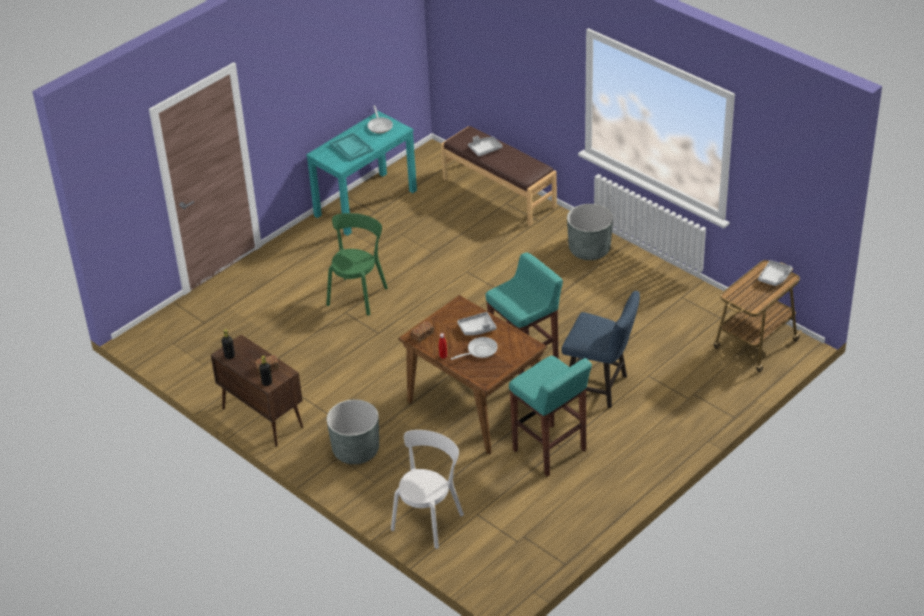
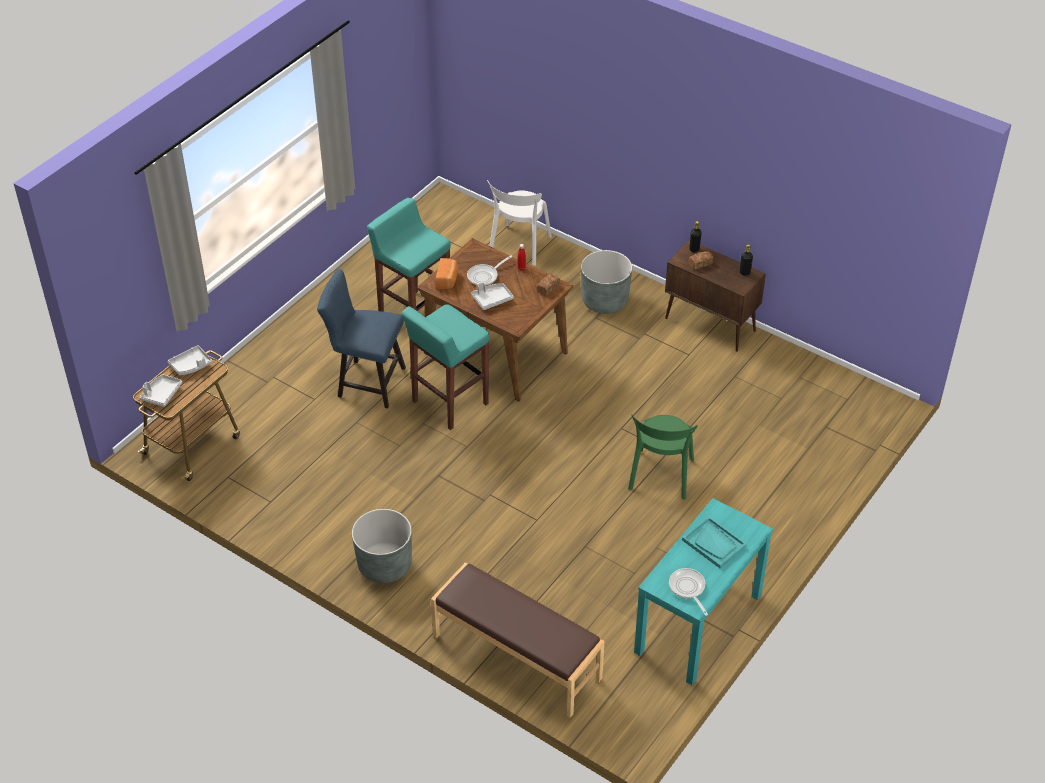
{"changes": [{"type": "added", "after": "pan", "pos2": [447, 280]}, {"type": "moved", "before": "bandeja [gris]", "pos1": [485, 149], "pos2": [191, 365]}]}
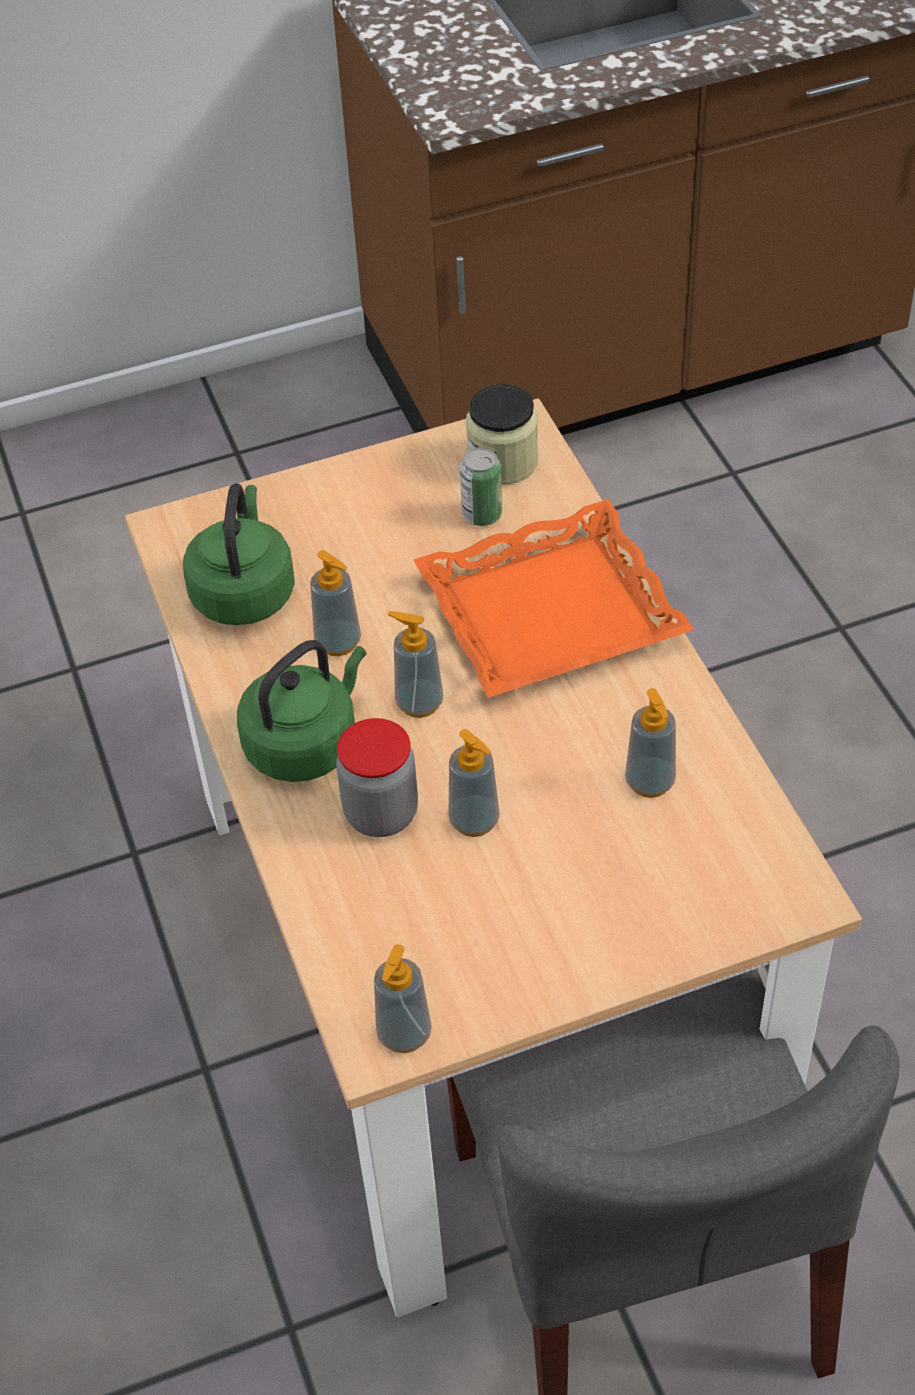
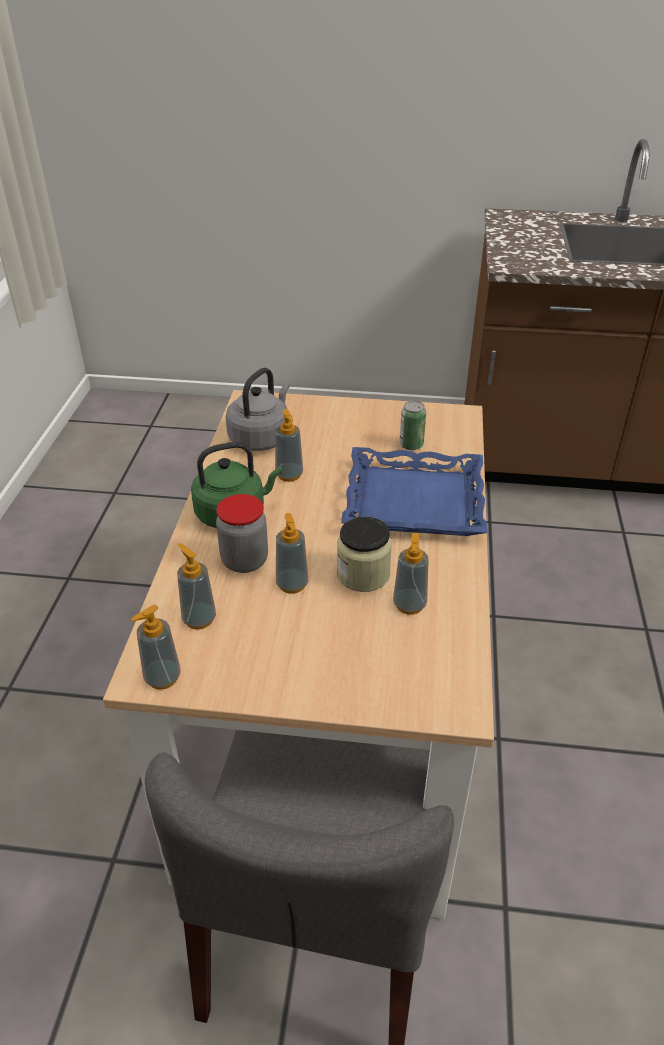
{"changes": [{"type": "moved", "before": "dispensador de jabón", "pos1": [419, 703], "pos2": [199, 619]}, {"type": "moved", "before": "tarro", "pos1": [503, 462], "pos2": [363, 574]}, {"type": "recoloured", "before": "hervidor [verde]", "after": "hervidor [gris]", "pos1": [244, 592], "pos2": [261, 438]}, {"type": "recoloured", "before": "bandeja [naranja]", "after": "bandeja [azul]", "pos1": [550, 612], "pos2": [414, 500]}]}
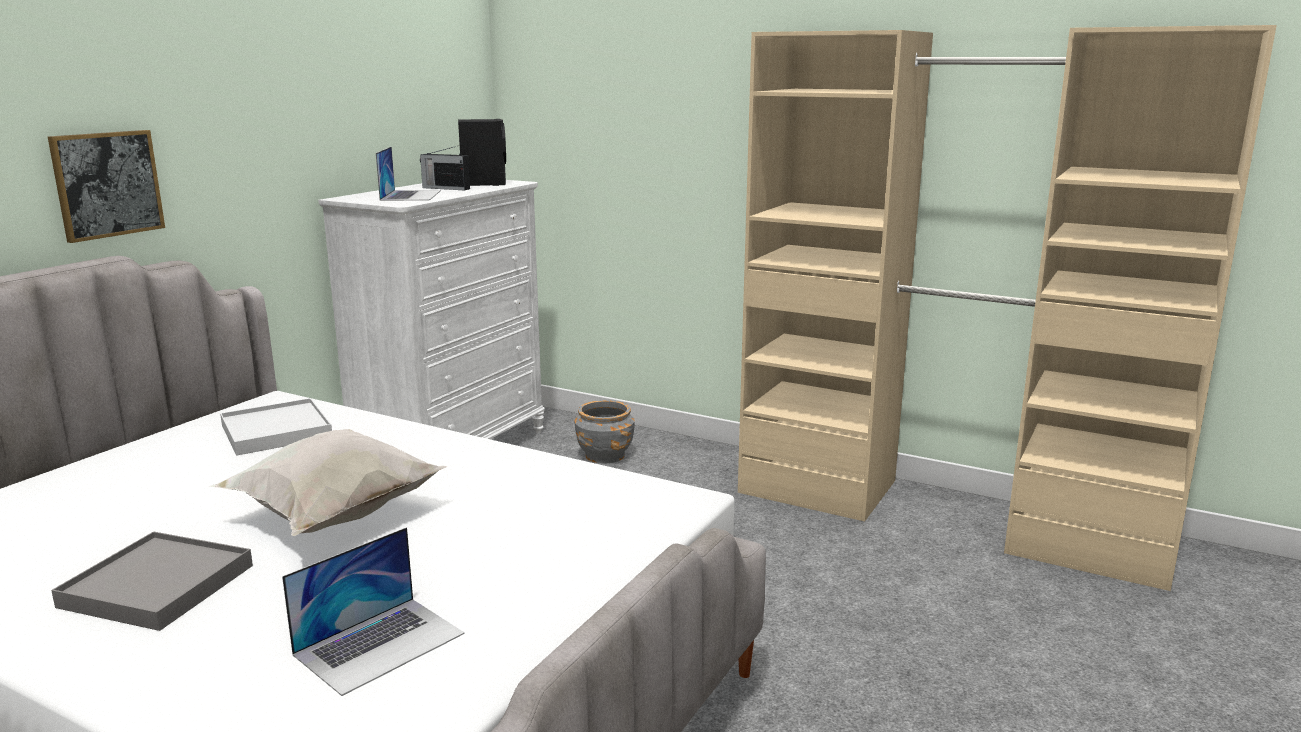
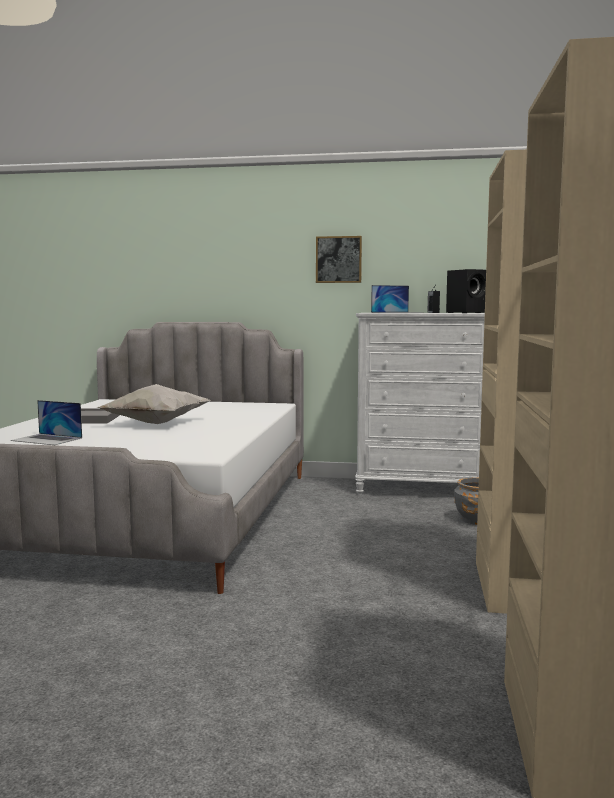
{"changes": [{"type": "removed", "before": "bandeja [blanco]", "pos1": [276, 431]}, {"type": "moved", "before": "cuadro", "pos1": [107, 184], "pos2": [338, 259]}]}
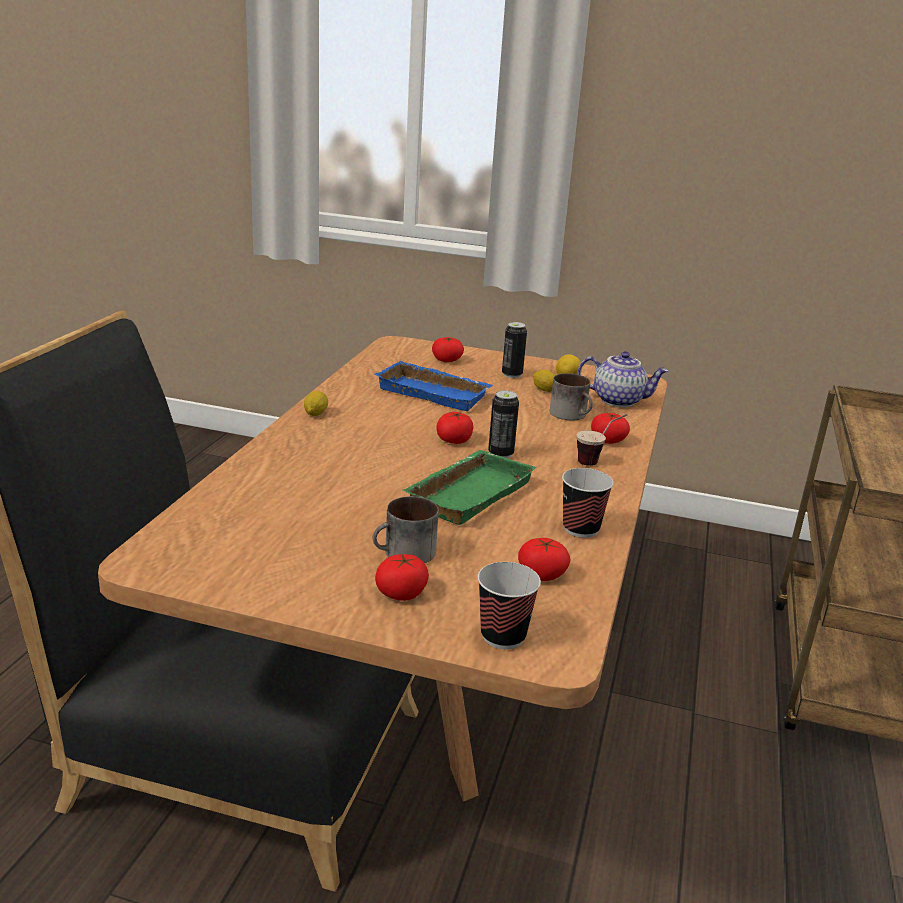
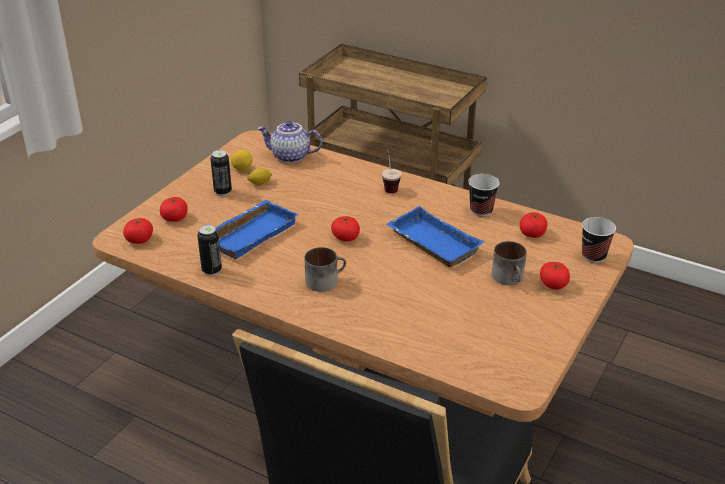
{"changes": [{"type": "removed", "before": "limón", "pos1": [316, 413]}, {"type": "moved", "before": "lata", "pos1": [500, 454], "pos2": [211, 270]}, {"type": "moved", "before": "taza grande", "pos1": [572, 415], "pos2": [325, 280]}, {"type": "moved", "before": "tomate", "pos1": [608, 440], "pos2": [139, 239]}, {"type": "recoloured", "before": "bandeja [verde]", "after": "bandeja [azul]", "pos1": [468, 493], "pos2": [430, 243]}, {"type": "turned", "before": "tetera", "pos1": [618, 400], "pos2": [290, 156], "turn": -105}]}
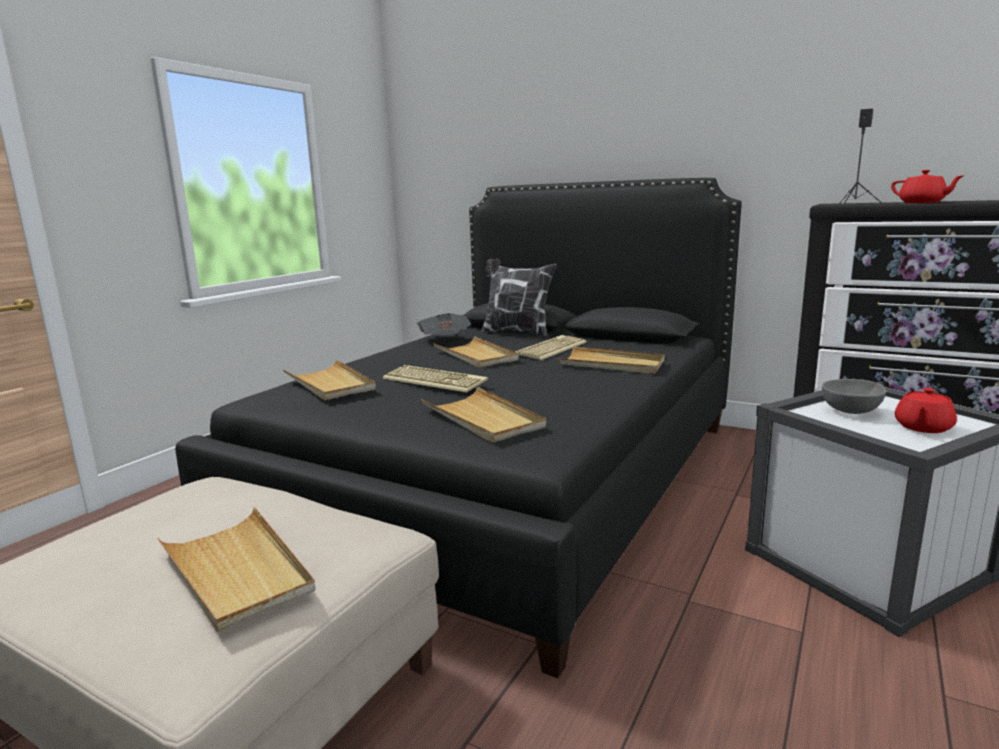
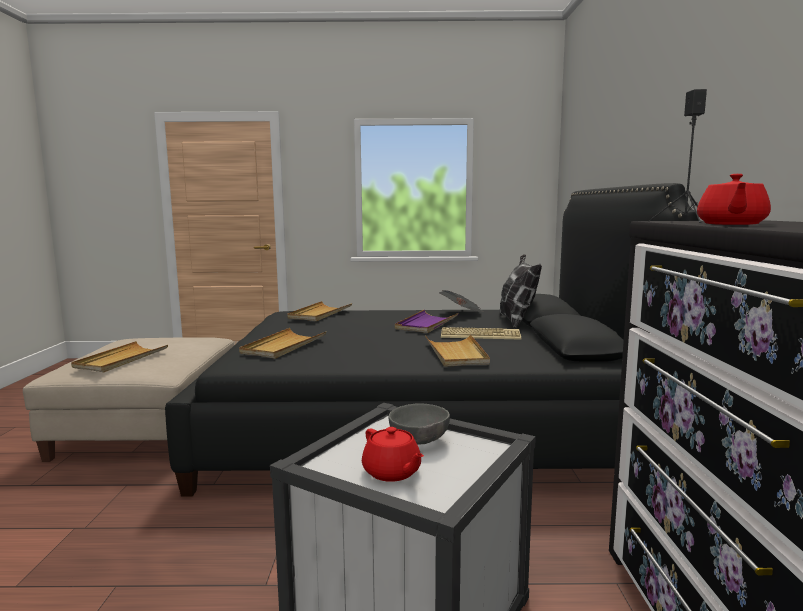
{"changes": [{"type": "removed", "before": "teclado", "pos1": [436, 380]}, {"type": "recoloured", "before": "bandeja [beis]", "after": "bandeja [morado]", "pos1": [475, 355], "pos2": [426, 324]}, {"type": "turned", "before": "tetera [rojo]", "pos1": [922, 427], "pos2": [392, 472], "turn": -135}]}
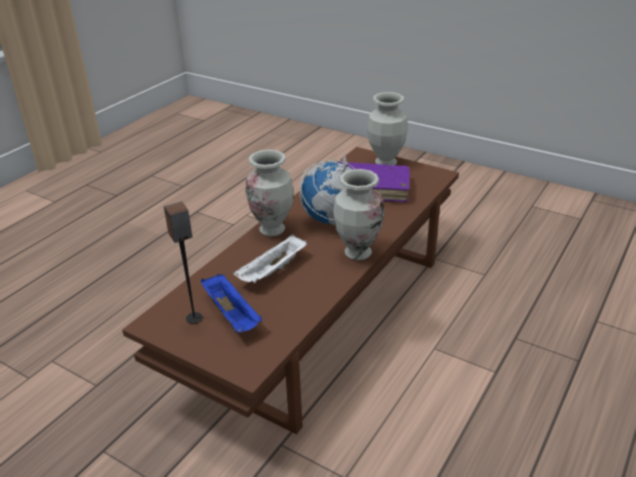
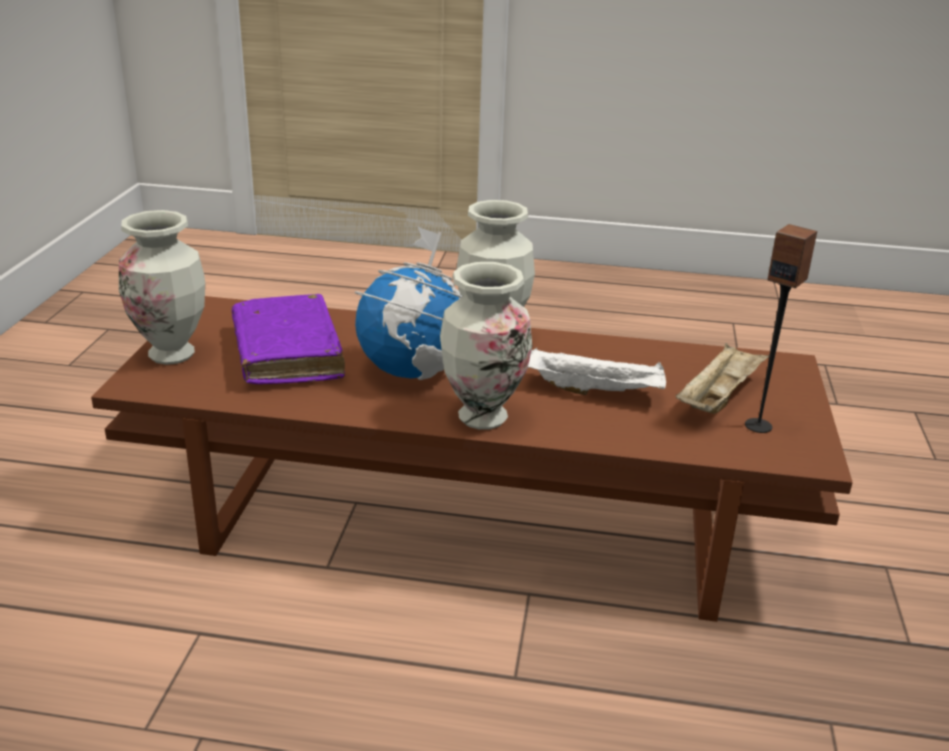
{"changes": [{"type": "recoloured", "before": "bandeja [azul]", "after": "bandeja [beis]", "pos1": [232, 315], "pos2": [718, 398]}]}
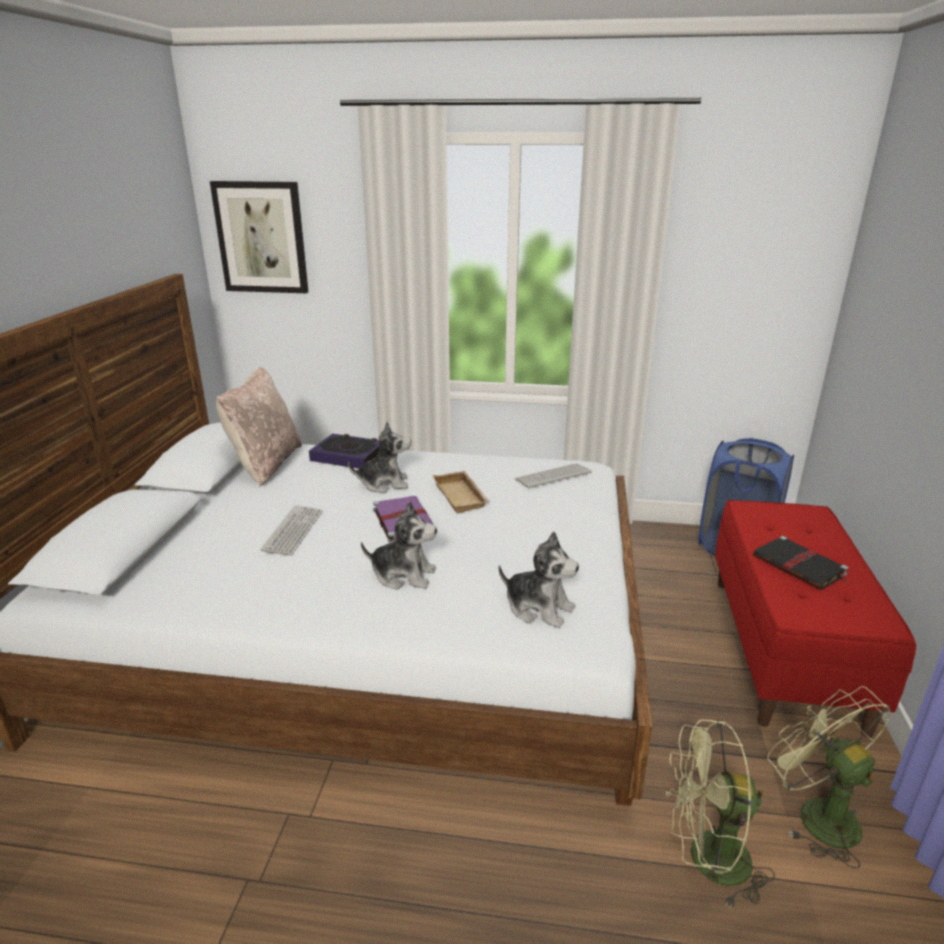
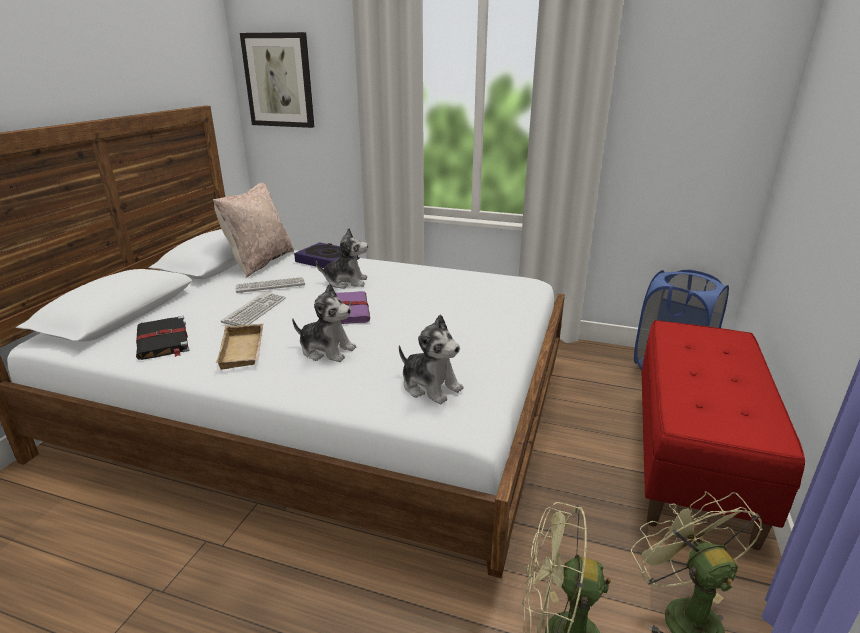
{"changes": [{"type": "moved", "before": "bandeja [beis]", "pos1": [462, 496], "pos2": [244, 351]}, {"type": "moved", "before": "teclado", "pos1": [553, 476], "pos2": [270, 286]}, {"type": "moved", "before": "libro [negro]", "pos1": [800, 566], "pos2": [163, 341]}]}
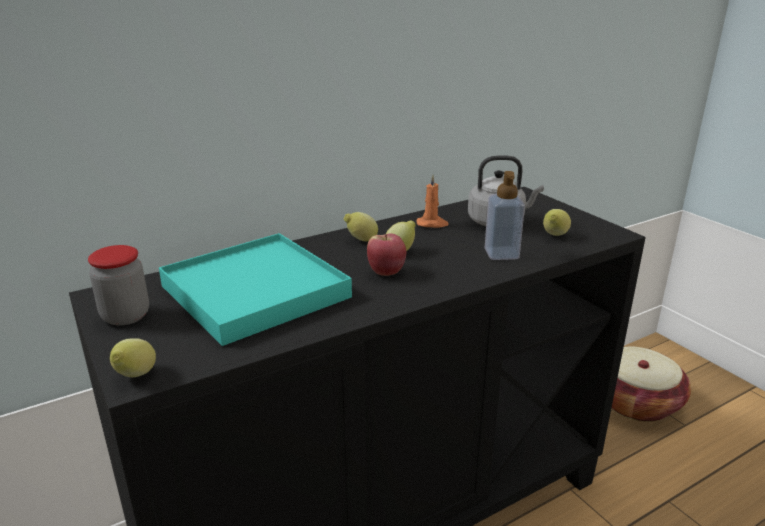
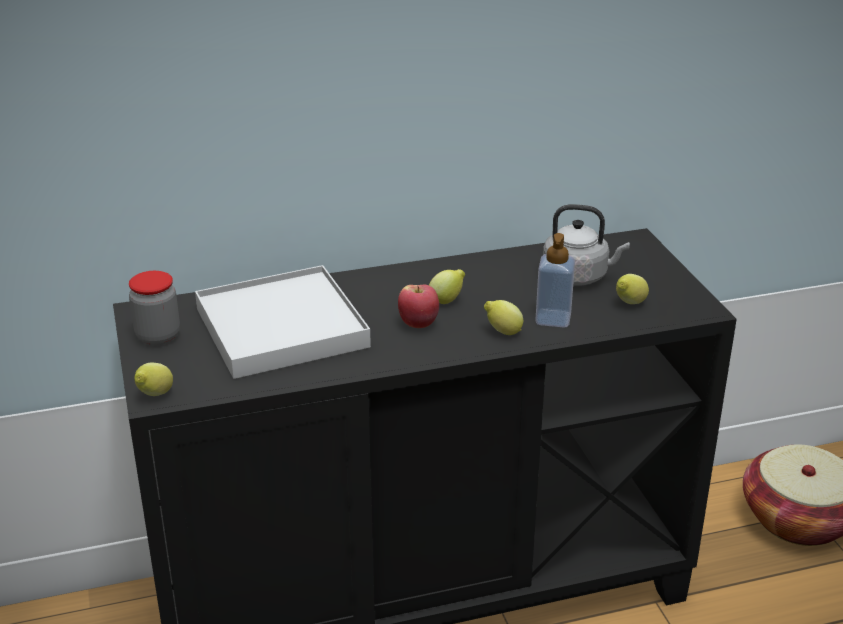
{"changes": [{"type": "removed", "before": "vela [naranja]", "pos1": [432, 224]}, {"type": "moved", "before": "limón", "pos1": [361, 240], "pos2": [502, 332]}, {"type": "recoloured", "before": "bandeja [turquesa]", "after": "bandeja [blanco]", "pos1": [255, 292], "pos2": [281, 328]}]}
